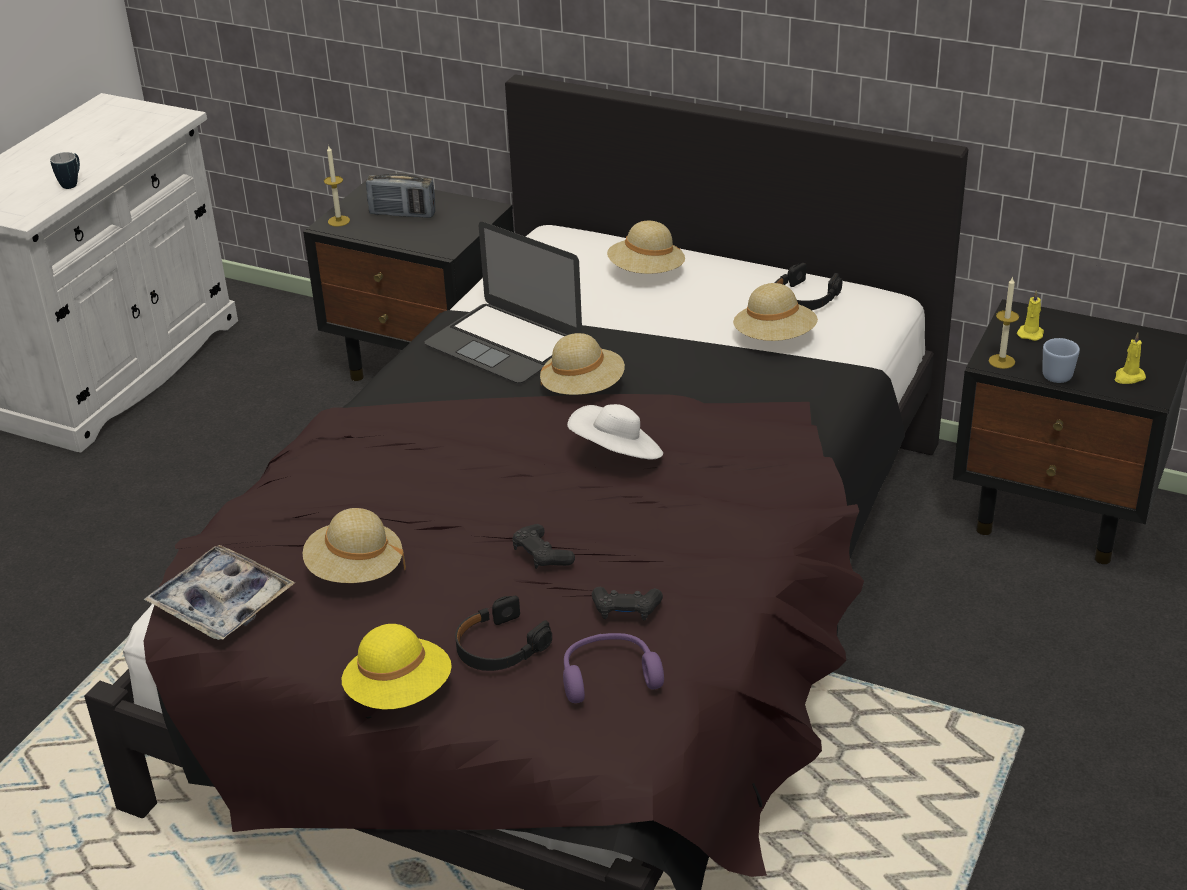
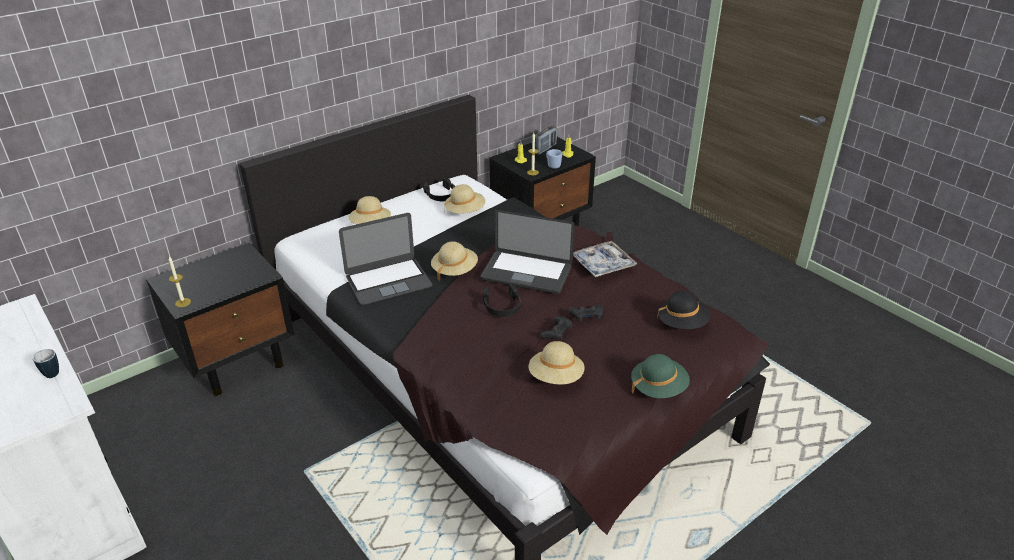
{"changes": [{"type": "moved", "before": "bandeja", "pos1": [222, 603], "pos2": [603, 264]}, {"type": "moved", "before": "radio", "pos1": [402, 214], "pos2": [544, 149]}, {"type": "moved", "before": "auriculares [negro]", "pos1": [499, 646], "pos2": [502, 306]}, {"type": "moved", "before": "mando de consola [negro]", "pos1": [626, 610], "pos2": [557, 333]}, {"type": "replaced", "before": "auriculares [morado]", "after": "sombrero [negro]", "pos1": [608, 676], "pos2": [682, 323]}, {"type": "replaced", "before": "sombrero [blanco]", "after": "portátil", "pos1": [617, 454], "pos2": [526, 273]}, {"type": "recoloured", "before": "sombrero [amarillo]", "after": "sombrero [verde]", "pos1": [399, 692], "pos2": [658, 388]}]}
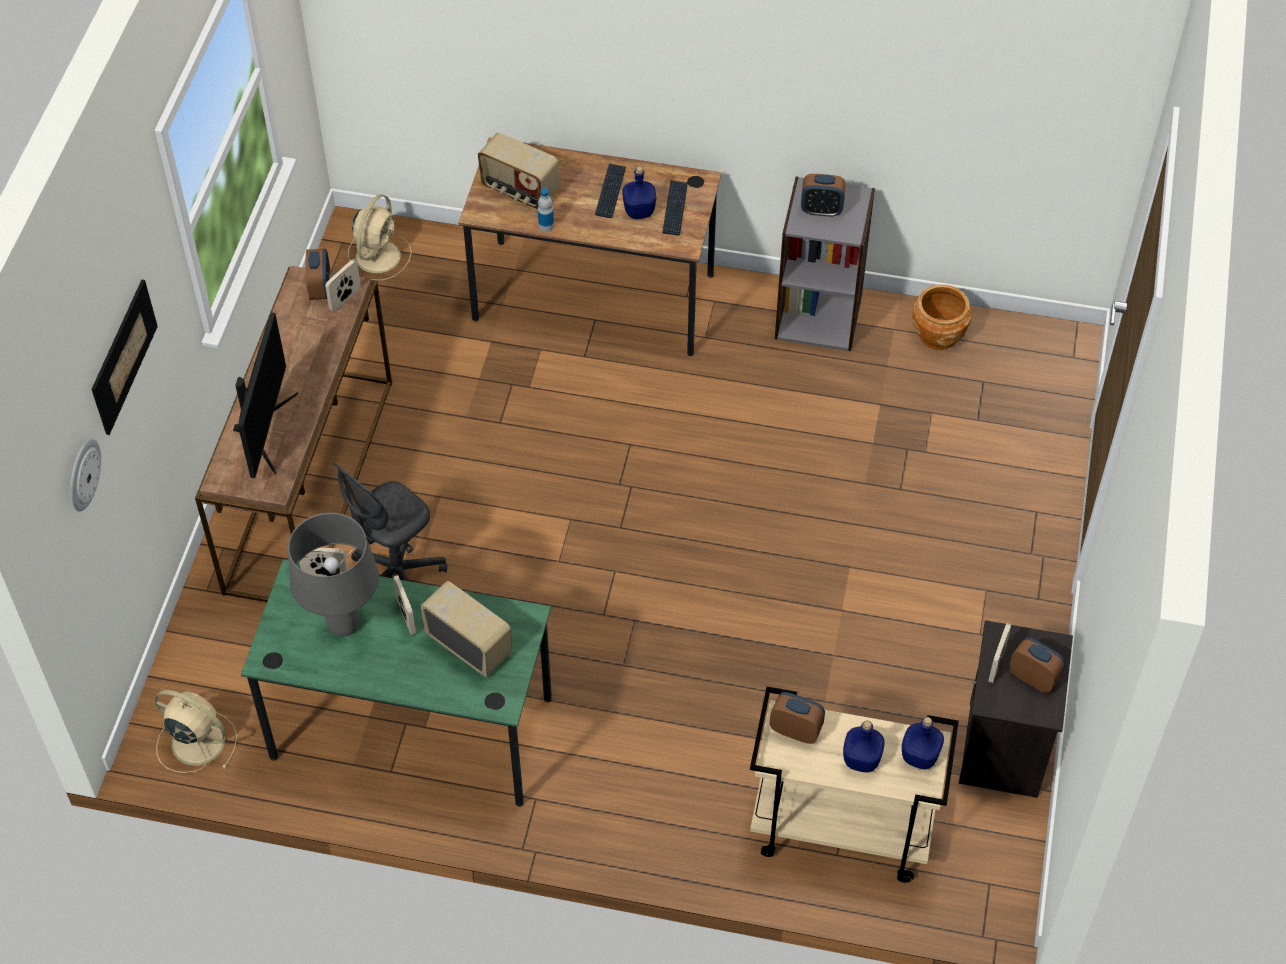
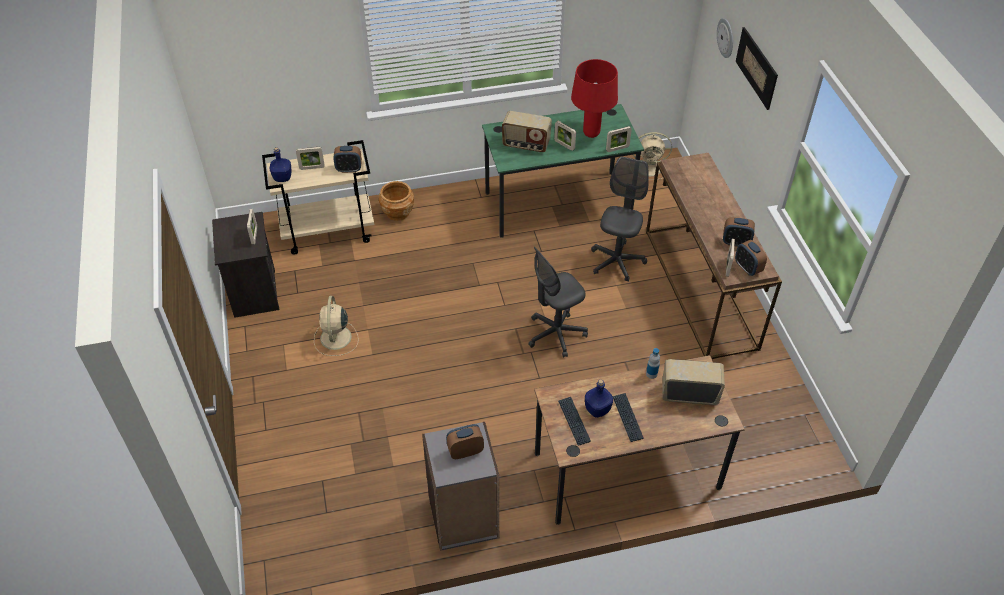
{"changes": [{"type": "removed", "before": "monitor", "pos1": [265, 430]}, {"type": "added", "after": "silla de oficina [gris]", "pos2": [556, 334]}, {"type": "moved", "before": "ventilador [beis]", "pos1": [379, 255], "pos2": [335, 339]}, {"type": "moved", "before": "maceta [marrón]", "pos1": [938, 335], "pos2": [397, 212]}, {"type": "moved", "before": "despertador", "pos1": [1033, 677], "pos2": [736, 242]}, {"type": "replaced", "before": "botella [azul]", "after": "portarretratos", "pos1": [860, 760], "pos2": [312, 168]}, {"type": "recoloured", "before": "lámpara de mesa [gris]", "after": "lámpara de mesa [rojo]", "pos1": [344, 625], "pos2": [591, 133]}]}
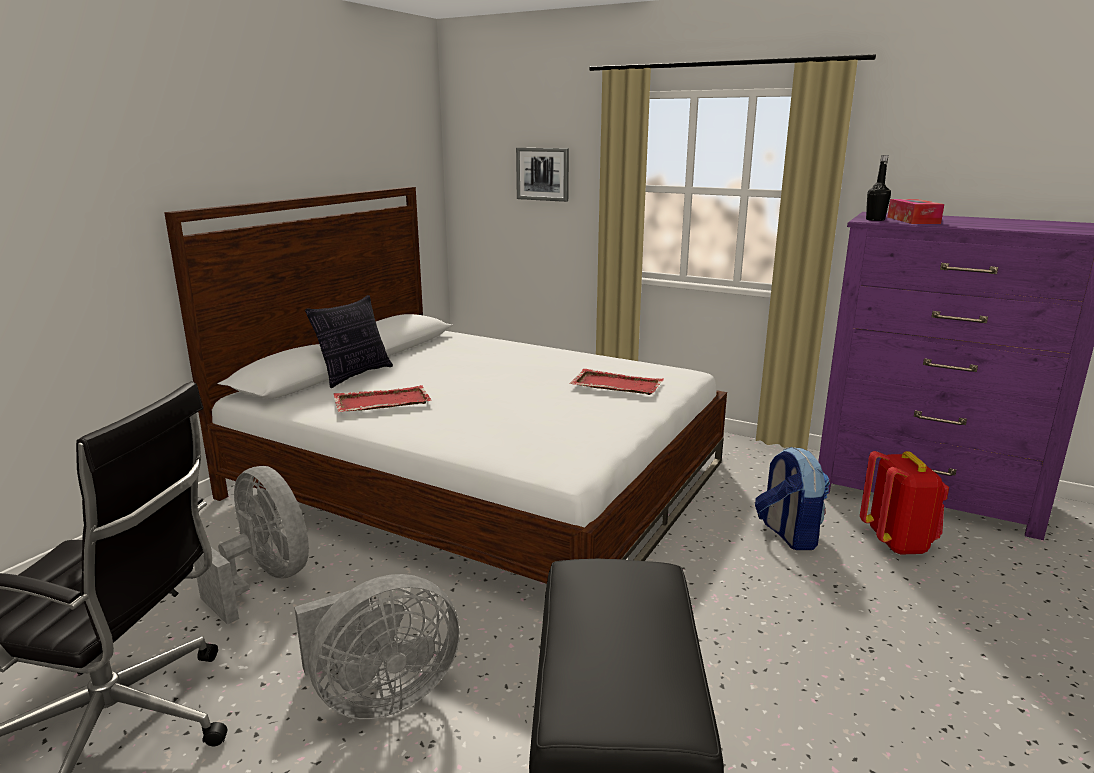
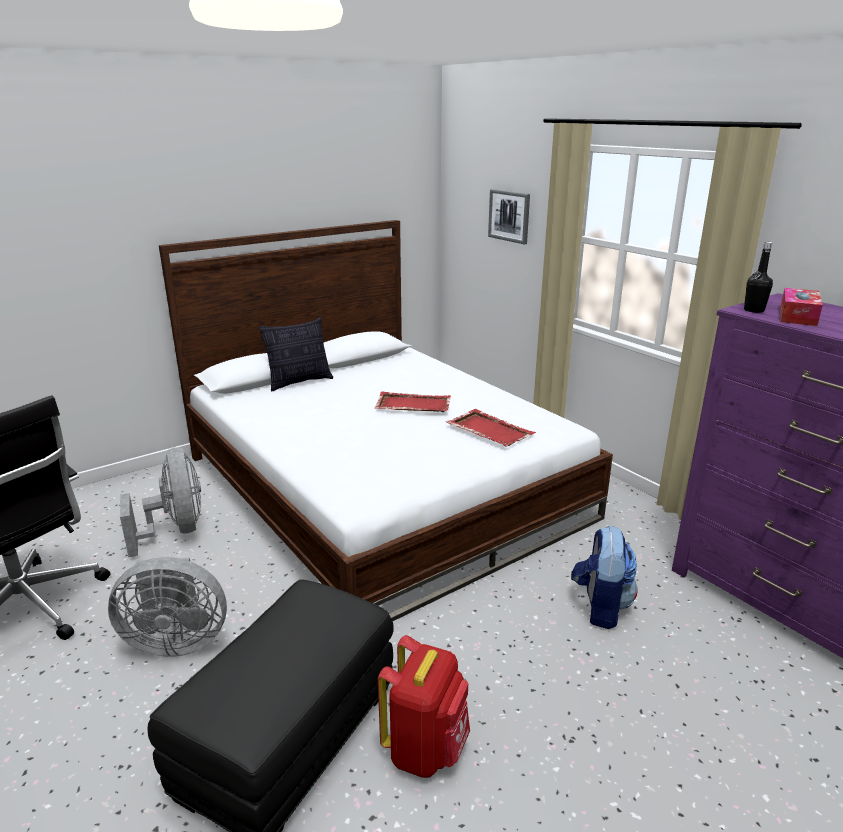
{"changes": [{"type": "moved", "before": "bandeja [rojo]", "pos1": [381, 402], "pos2": [412, 405]}, {"type": "moved", "before": "mochila [rojo]", "pos1": [898, 542], "pos2": [426, 749]}]}
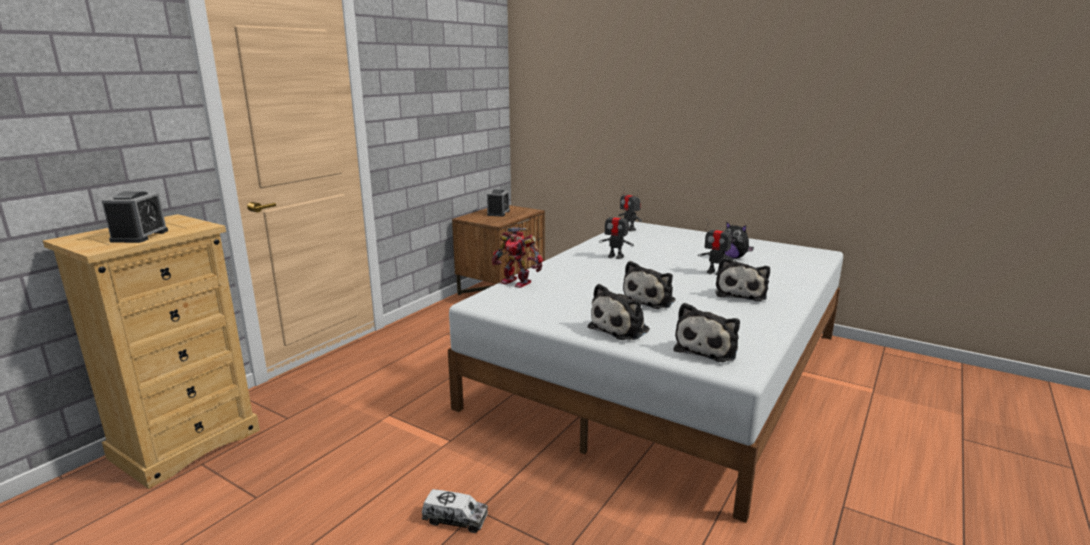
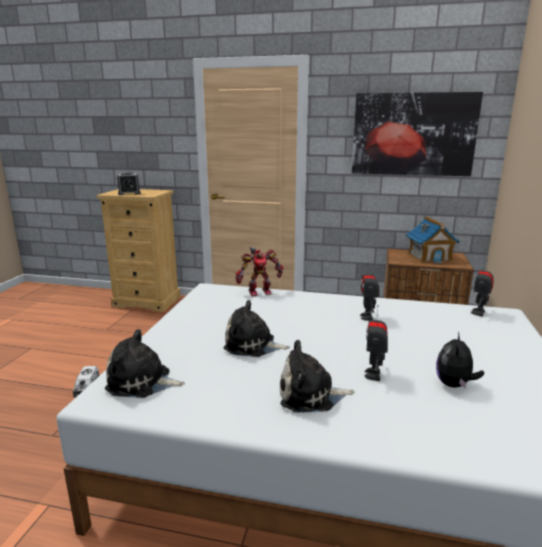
{"changes": [{"type": "removed", "before": "peluche", "pos1": [621, 328]}, {"type": "added", "after": "cuadro", "pos2": [413, 134]}, {"type": "replaced", "before": "despertador", "after": "casita", "pos1": [498, 213], "pos2": [429, 257]}, {"type": "turned", "before": "robot de juguete", "pos1": [517, 282], "pos2": [259, 291], "turn": -120}]}
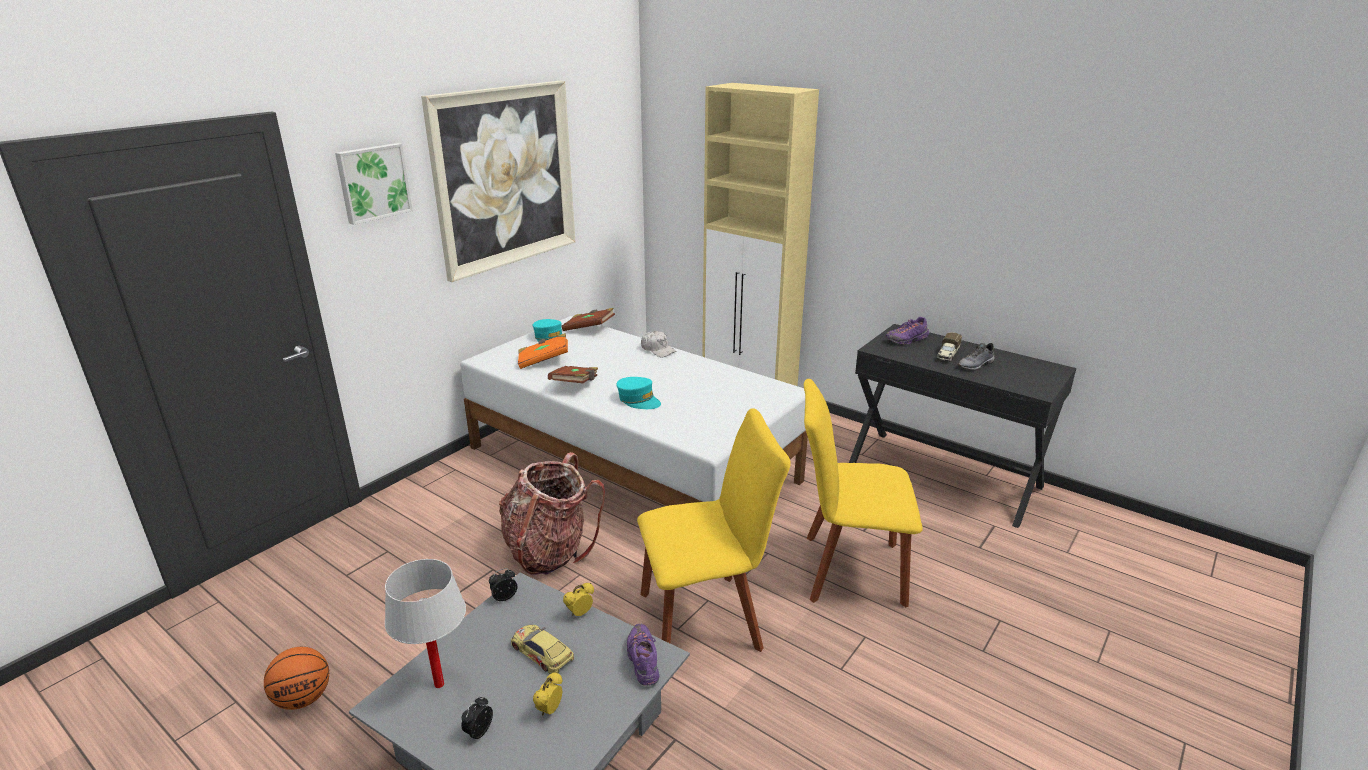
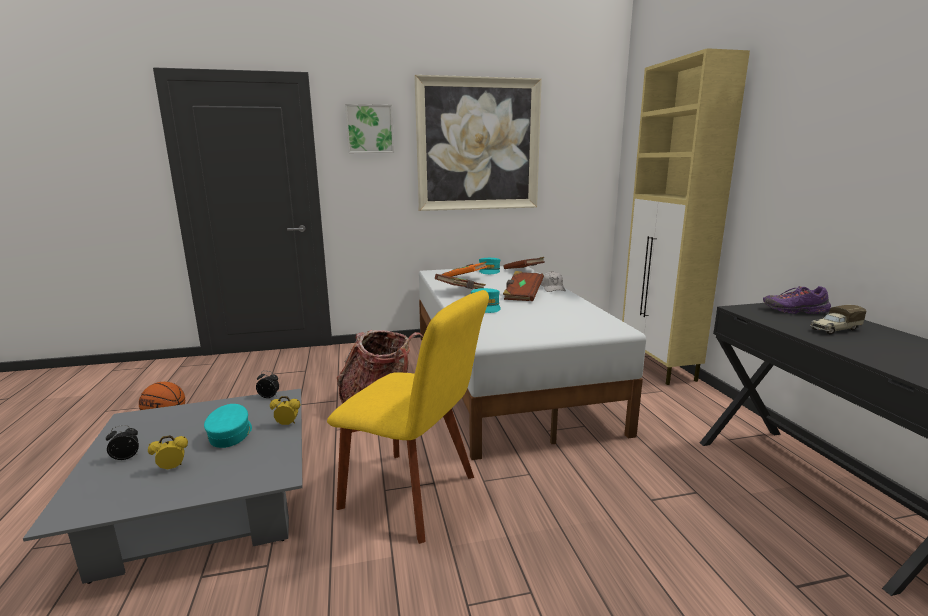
{"changes": [{"type": "removed", "before": "lámpara de mesa [blanco]", "pos1": [439, 684]}, {"type": "removed", "before": "zapato [morado]", "pos1": [643, 661]}, {"type": "removed", "before": "silla [amarillo]", "pos1": [847, 570]}, {"type": "removed", "before": "zapato [gris]", "pos1": [976, 365]}, {"type": "added", "after": "libro [marrón]", "pos2": [522, 295]}, {"type": "replaced", "before": "coche de juguete", "after": "gorra [turquesa]", "pos1": [542, 652], "pos2": [230, 434]}]}
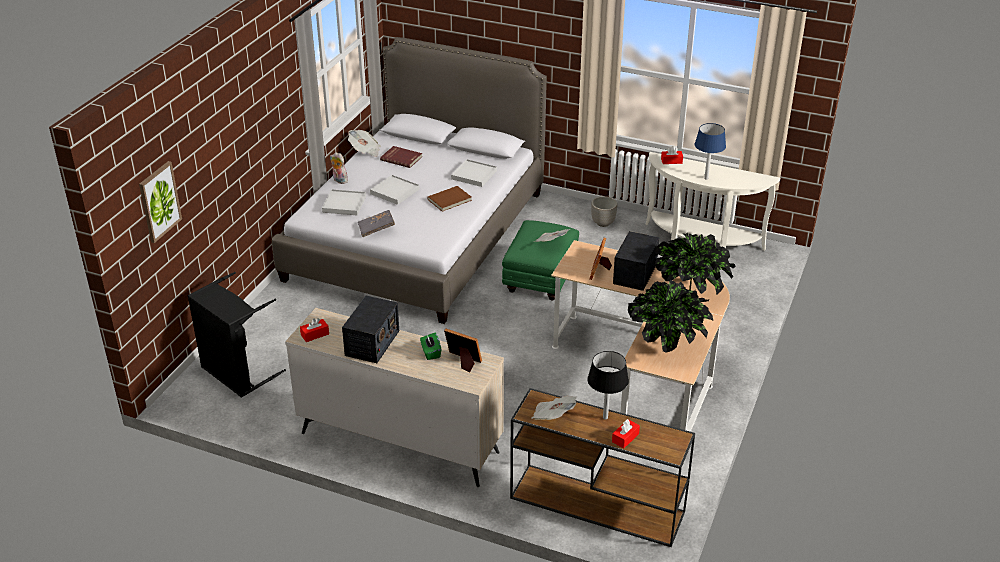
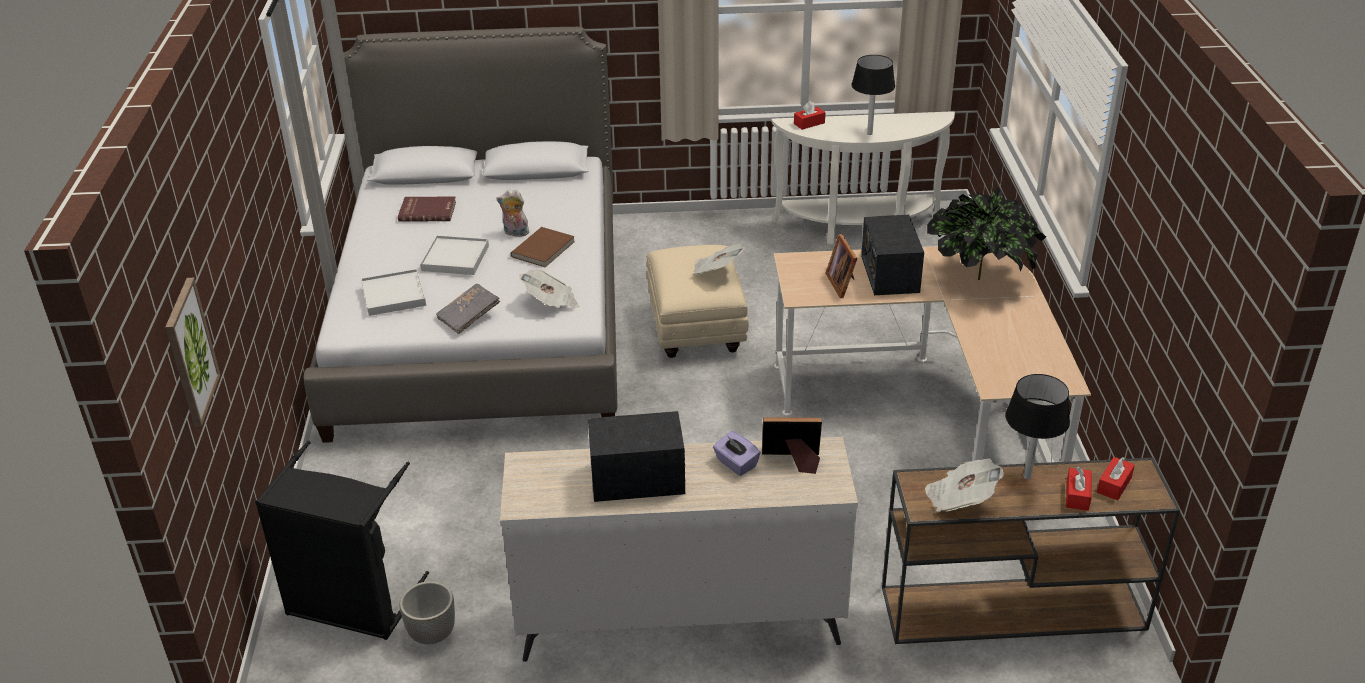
{"changes": [{"type": "removed", "before": "bandeja [blanco]", "pos1": [474, 175]}, {"type": "removed", "before": "planta en maceta", "pos1": [667, 344]}, {"type": "moved", "before": "caja de pañuelos [rojo]", "pos1": [315, 334], "pos2": [1114, 485]}, {"type": "moved", "before": "peluche", "pos1": [339, 181], "pos2": [515, 233]}, {"type": "moved", "before": "periódico", "pos1": [365, 151], "pos2": [551, 303]}, {"type": "moved", "before": "maceta", "pos1": [603, 223], "pos2": [432, 635]}, {"type": "recoloured", "before": "caja de pañuelos [verde]", "after": "caja de pañuelos [morado]", "pos1": [430, 352], "pos2": [736, 464]}, {"type": "recoloured", "before": "puf [verde]", "after": "puf [beis]", "pos1": [540, 280], "pos2": [696, 330]}, {"type": "recoloured", "before": "lámpara de mesa [azul]", "after": "lámpara de mesa [negro]", "pos1": [706, 178], "pos2": [869, 133]}, {"type": "turned", "before": "radio", "pos1": [372, 343], "pos2": [638, 478], "turn": -90}]}
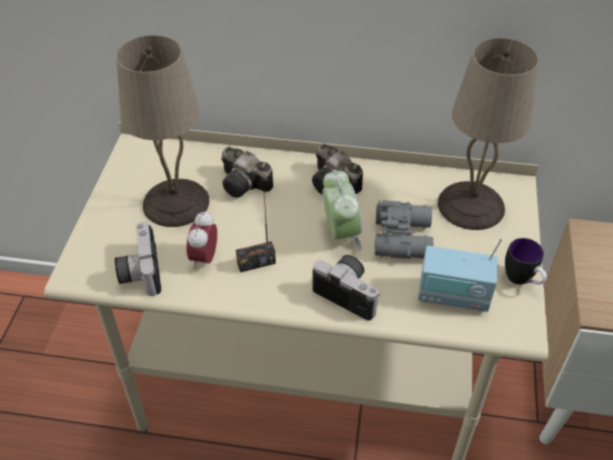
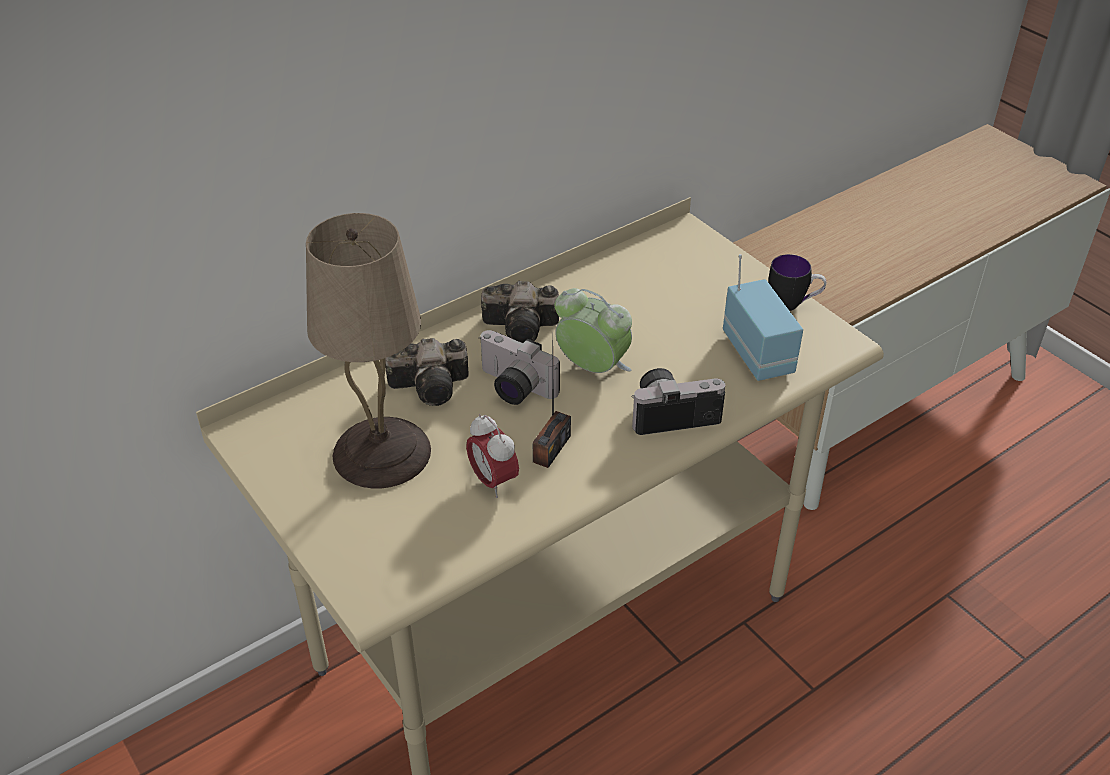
{"changes": [{"type": "removed", "before": "prismáticos [gris]", "pos1": [404, 237]}, {"type": "removed", "before": "lámpara de mesa [beis]", "pos1": [471, 204]}, {"type": "moved", "before": "cámara", "pos1": [139, 271], "pos2": [512, 388]}, {"type": "turned", "before": "radio", "pos1": [453, 296], "pos2": [758, 354], "turn": -75}]}
